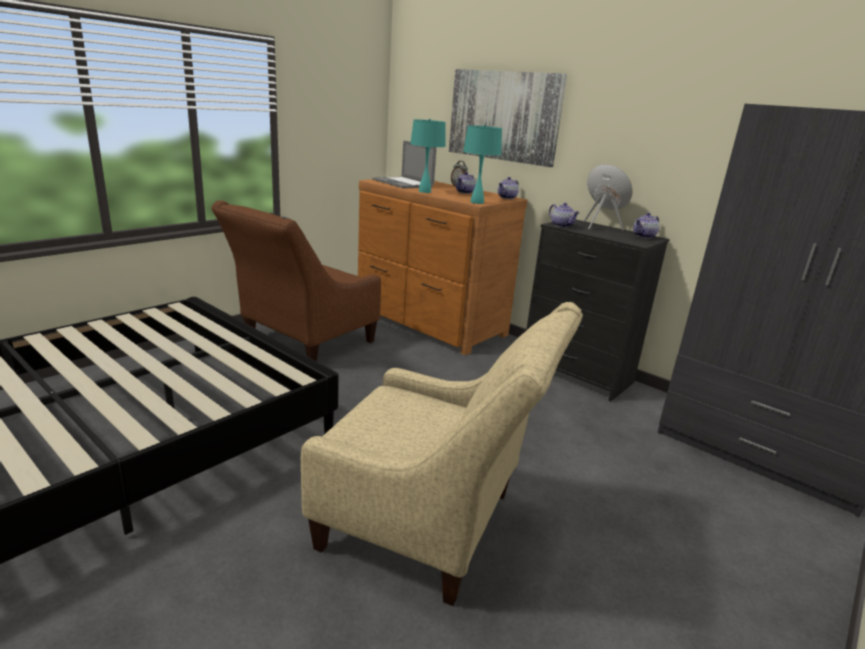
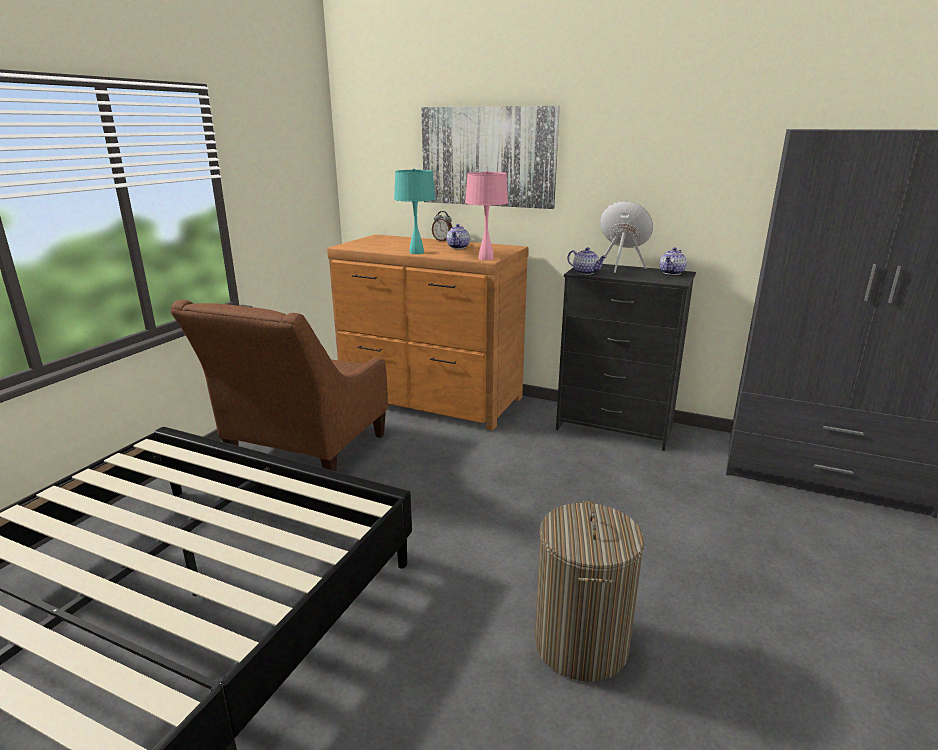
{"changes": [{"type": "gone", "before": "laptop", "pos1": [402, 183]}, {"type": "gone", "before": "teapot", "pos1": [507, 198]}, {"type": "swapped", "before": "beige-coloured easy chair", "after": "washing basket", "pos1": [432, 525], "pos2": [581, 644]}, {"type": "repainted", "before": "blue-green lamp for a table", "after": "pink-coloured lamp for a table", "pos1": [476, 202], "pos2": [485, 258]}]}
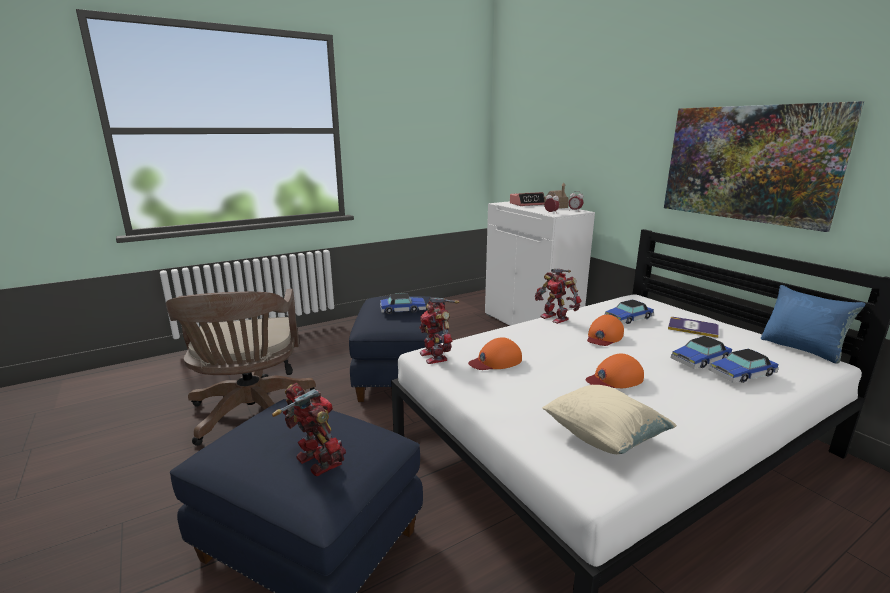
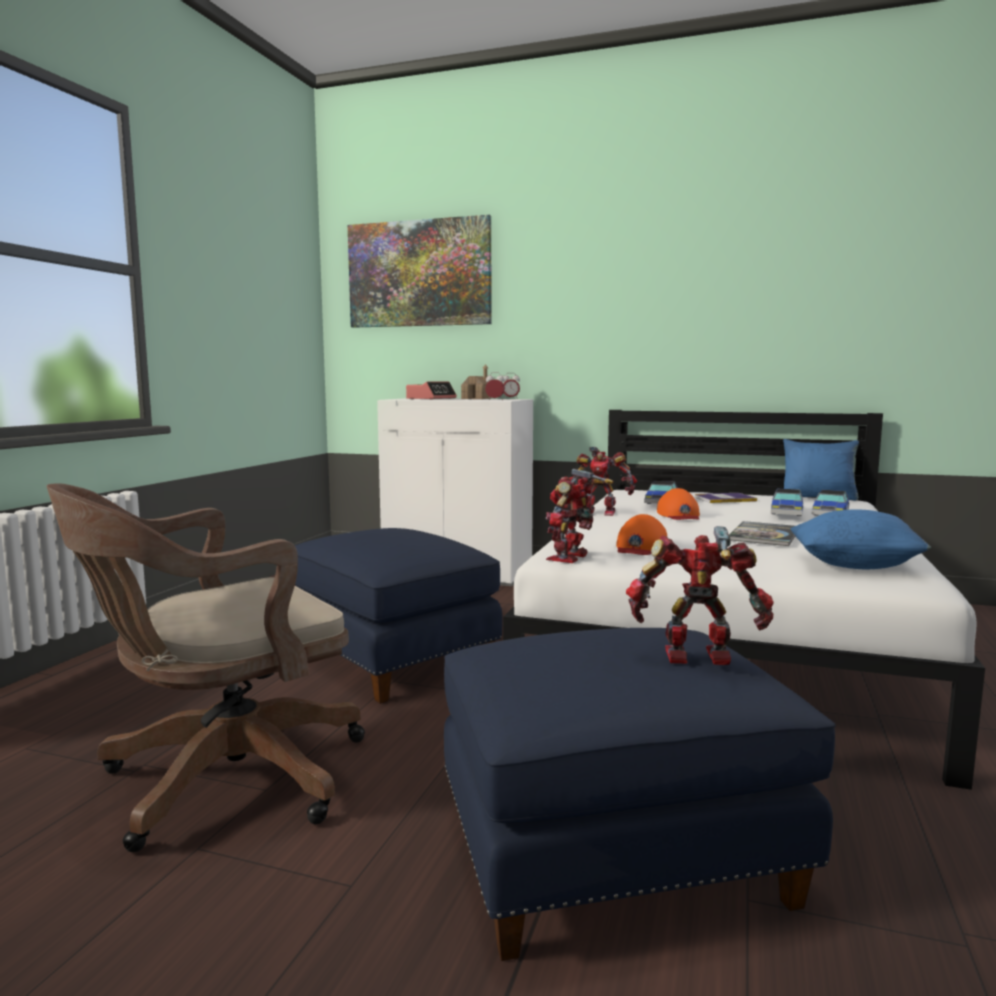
{"changes": [{"type": "gone", "before": "model car", "pos1": [402, 309]}, {"type": "shifted", "before": "wall art", "pos1": [748, 163], "pos2": [419, 274]}, {"type": "swapped", "before": "orange-coloured cap", "after": "volume", "pos1": [614, 379], "pos2": [764, 535]}, {"type": "repainted", "before": "beige-coloured pillow", "after": "blue pillow", "pos1": [603, 437], "pos2": [854, 566]}, {"type": "rotated", "before": "brownish desk chair", "pos1": [251, 415], "pos2": [222, 780], "turn": 105}, {"type": "rotated", "before": "robot figure", "pos1": [435, 356], "pos2": [571, 557], "turn": 90}]}
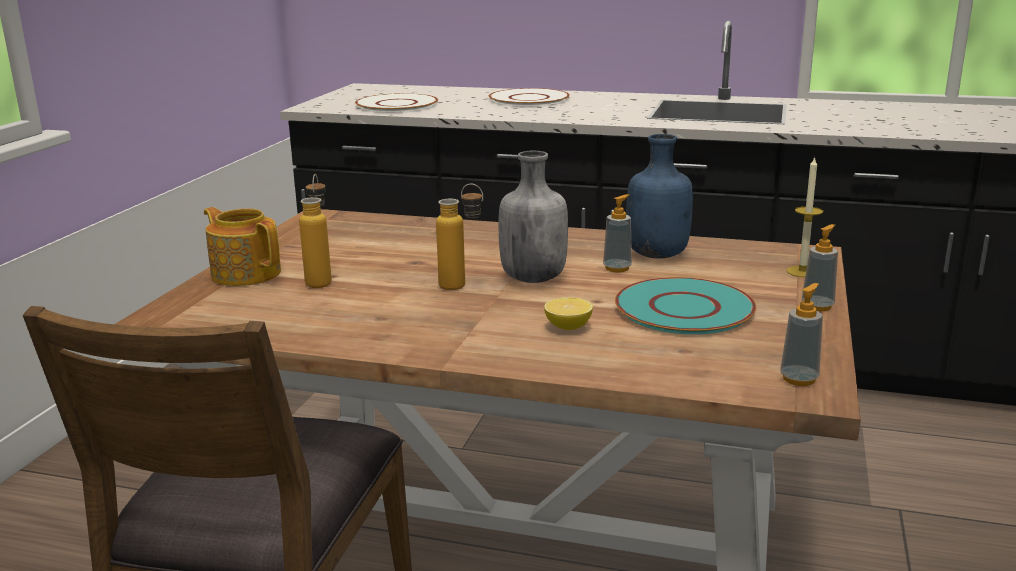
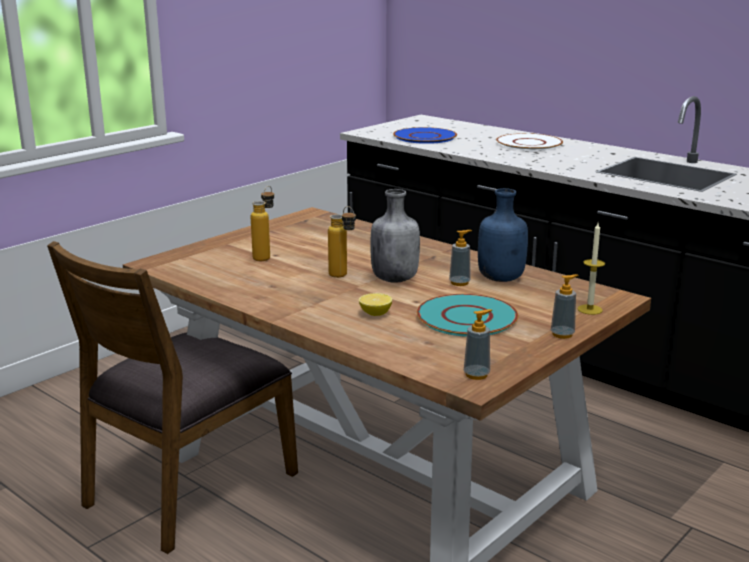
{"changes": [{"type": "gone", "before": "teapot", "pos1": [246, 273]}, {"type": "repainted", "before": "whitish plate", "after": "blue plate", "pos1": [396, 104], "pos2": [424, 137]}]}
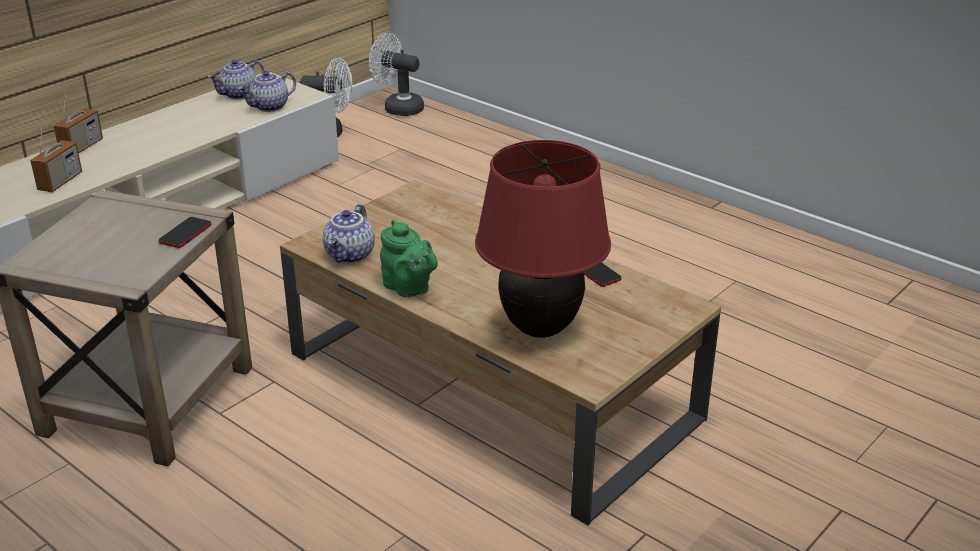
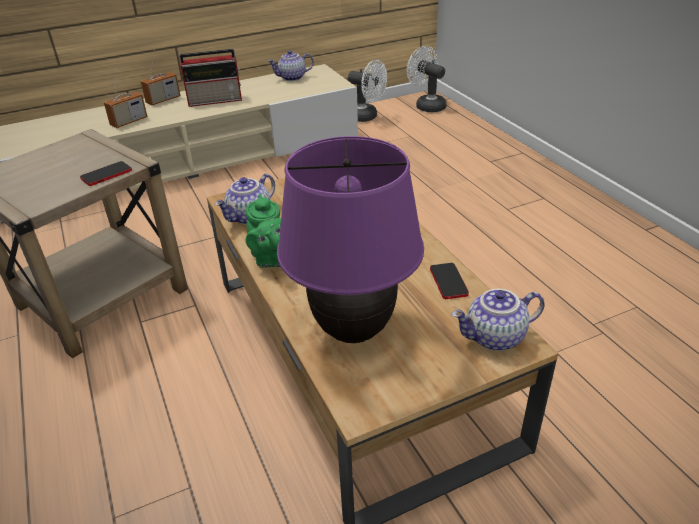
{"changes": [{"type": "new", "after": "radio receiver", "pos2": [216, 100]}, {"type": "shifted", "before": "teapot", "pos1": [270, 107], "pos2": [495, 338]}, {"type": "repainted", "before": "reddish lamp for a table", "after": "purple-coloured lamp for a table", "pos1": [539, 328], "pos2": [353, 330]}]}
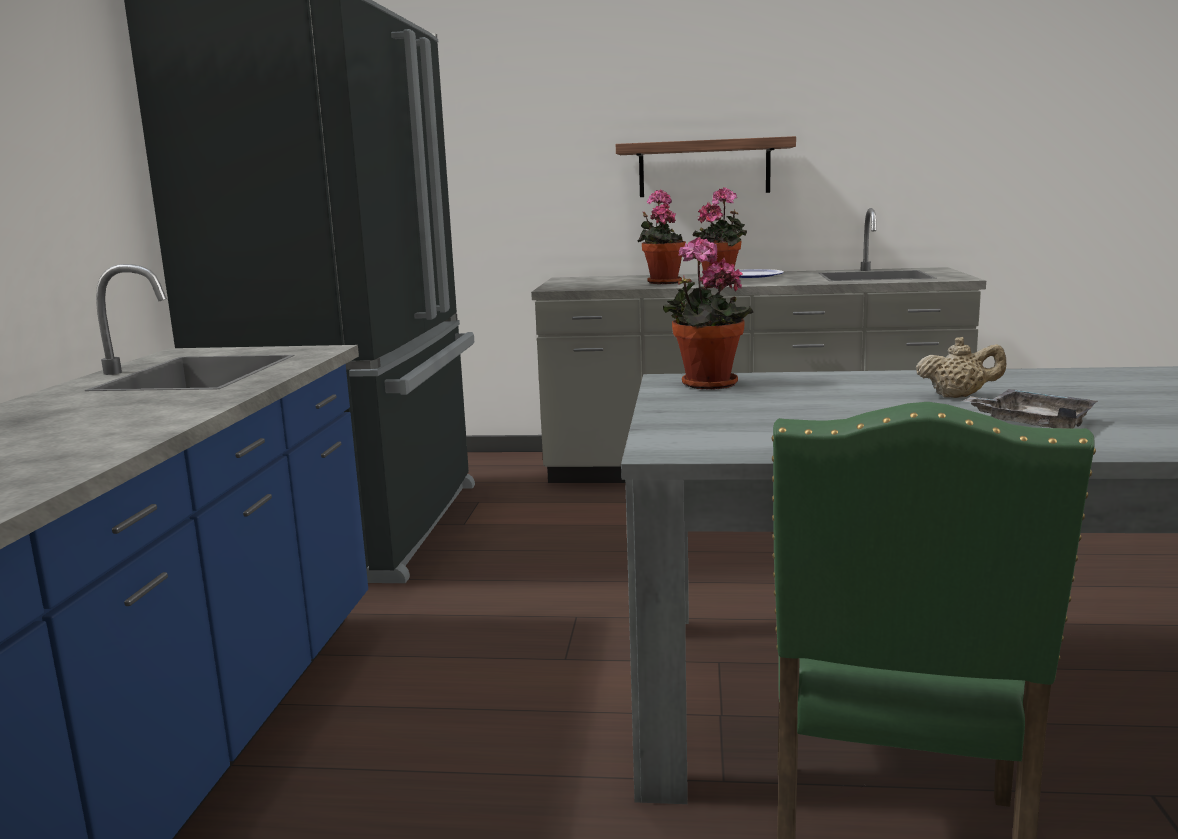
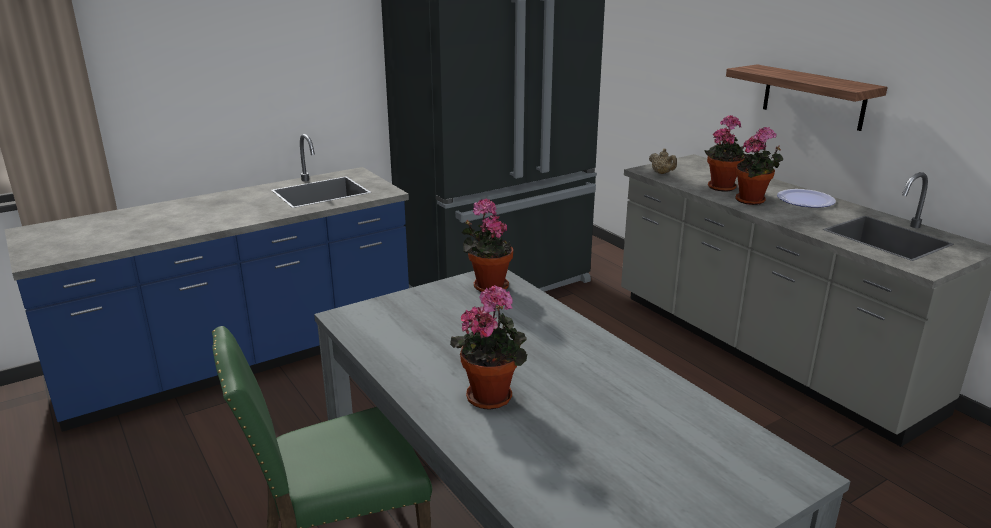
{"changes": [{"type": "shifted", "before": "beige-coloured teapot", "pos1": [958, 396], "pos2": [662, 173]}, {"type": "swapped", "before": "grey tray", "after": "plant in a pot", "pos1": [1032, 423], "pos2": [492, 395]}]}
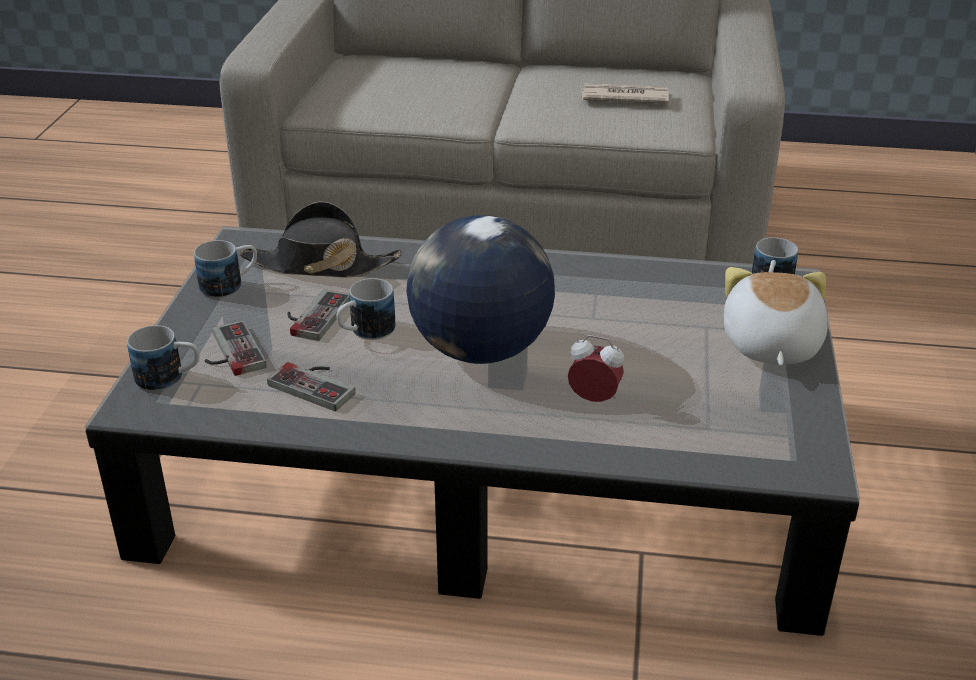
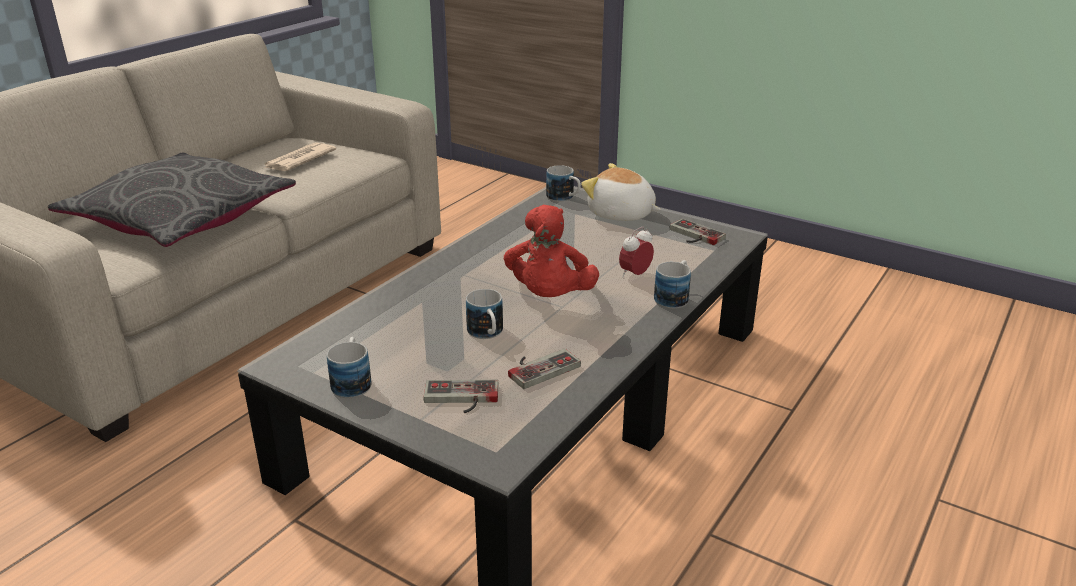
{"changes": [{"type": "gone", "before": "blackish wearable hat", "pos1": [320, 265]}, {"type": "new", "after": "grey pillow", "pos2": [180, 218]}, {"type": "shifted", "before": "mug", "pos1": [169, 378], "pos2": [674, 297]}, {"type": "shifted", "before": "game controller", "pos1": [312, 315], "pos2": [693, 236]}, {"type": "swapped", "before": "globe", "after": "reddish soft toy", "pos1": [480, 350], "pos2": [549, 297]}]}
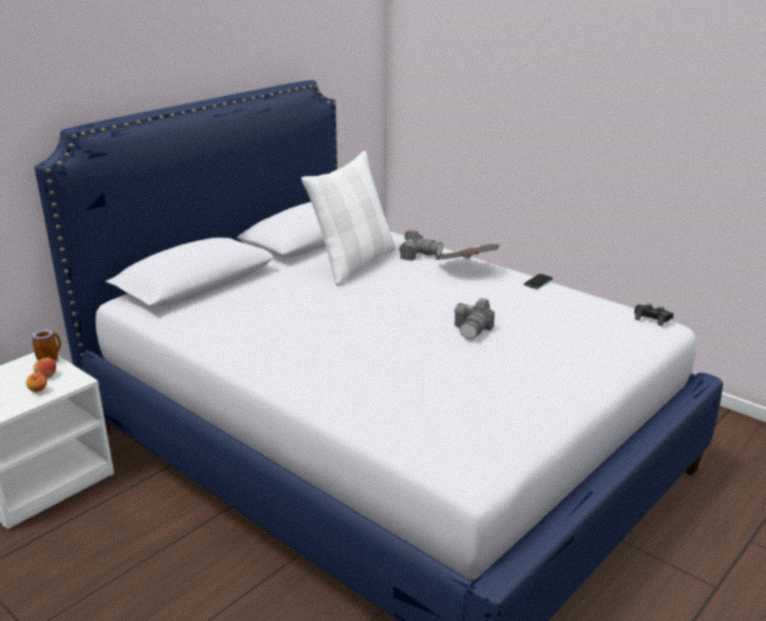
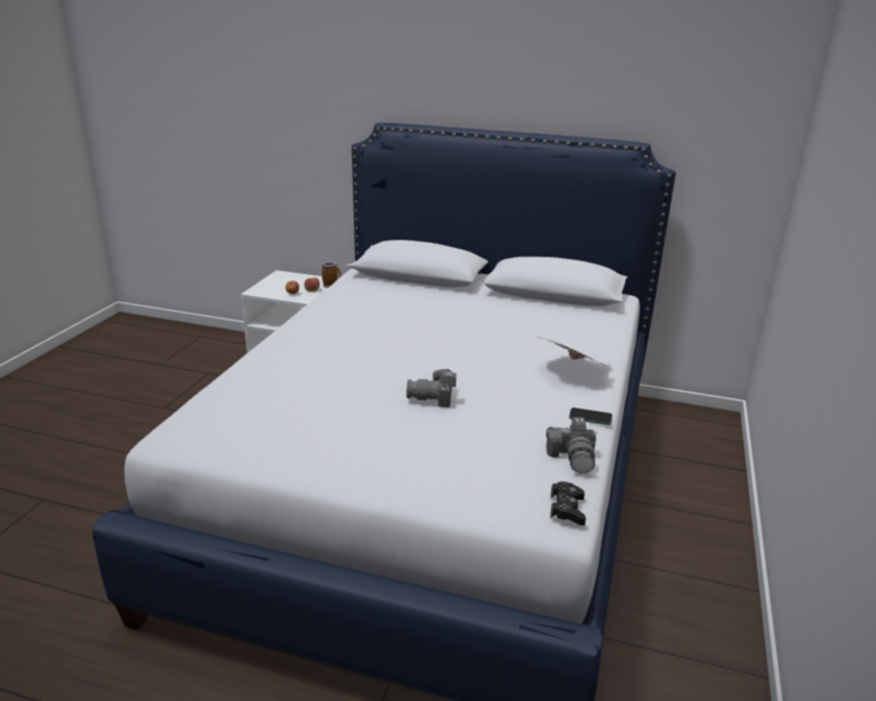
{"changes": [{"type": "gone", "before": "whitish pillow", "pos1": [354, 263]}, {"type": "shifted", "before": "photo camera", "pos1": [419, 254], "pos2": [573, 457]}]}
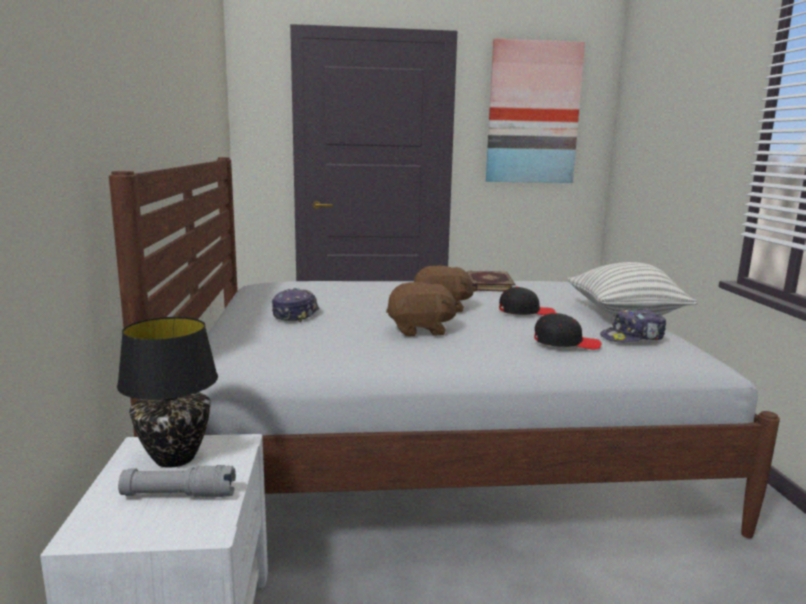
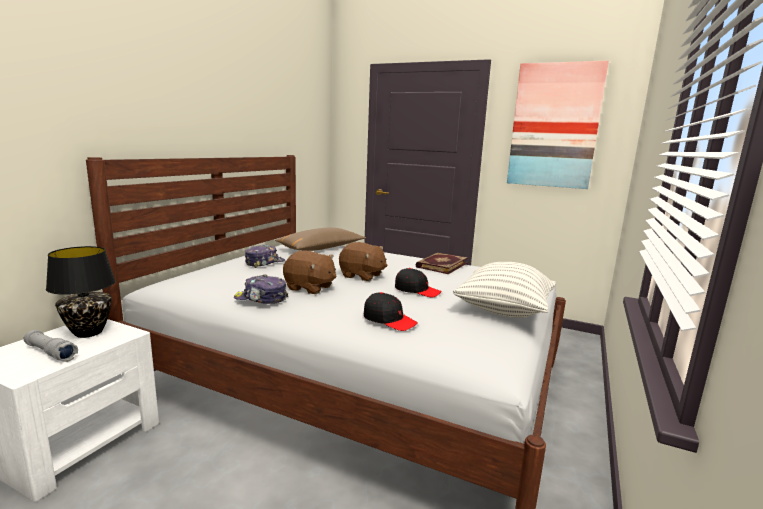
{"changes": [{"type": "new", "after": "brownish pillow", "pos2": [321, 248]}, {"type": "shifted", "before": "cap", "pos1": [633, 338], "pos2": [261, 299]}]}
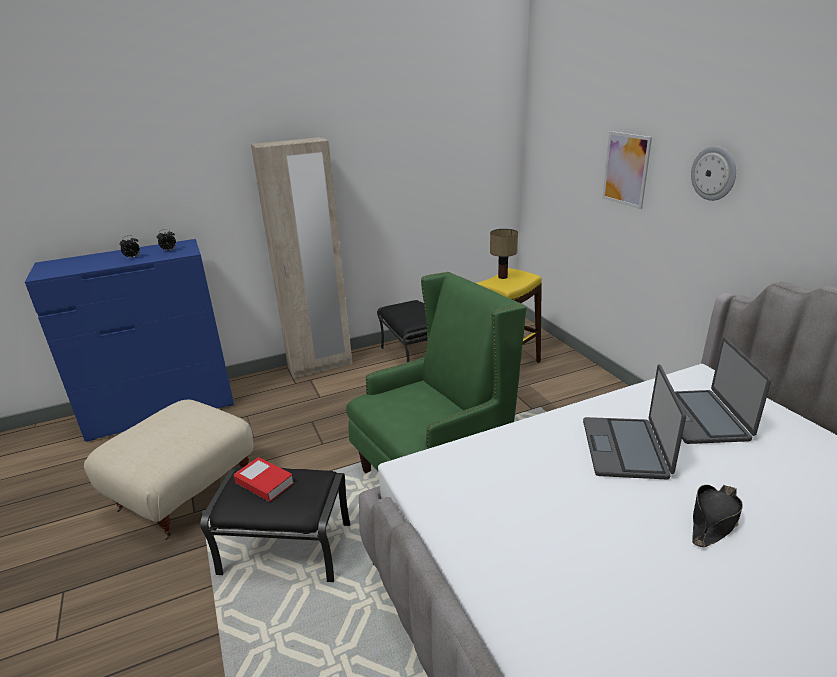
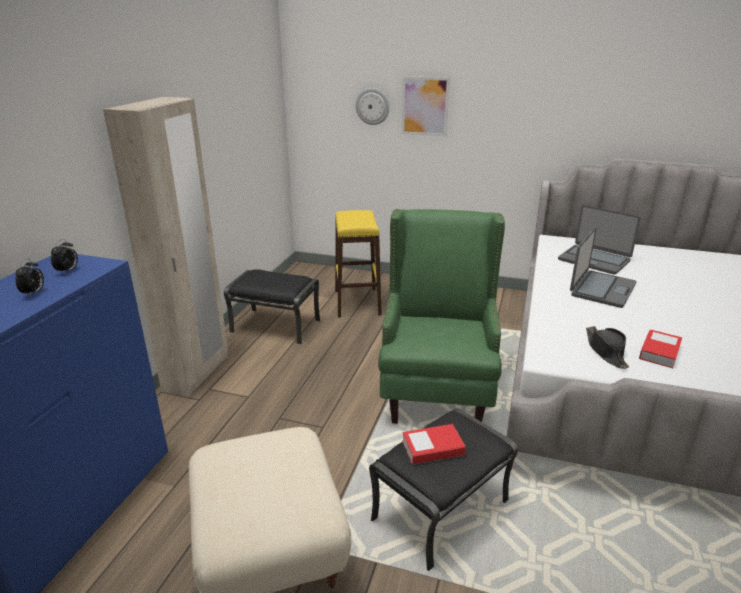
{"changes": [{"type": "gone", "before": "lamp for a table", "pos1": [502, 277]}, {"type": "new", "after": "volume", "pos2": [659, 352]}, {"type": "shifted", "before": "wall clock", "pos1": [714, 173], "pos2": [372, 106]}, {"type": "shifted", "before": "blackish wearable hat", "pos1": [713, 520], "pos2": [605, 351]}, {"type": "rotated", "before": "laptop", "pos1": [626, 448], "pos2": [601, 289], "turn": -105}]}
